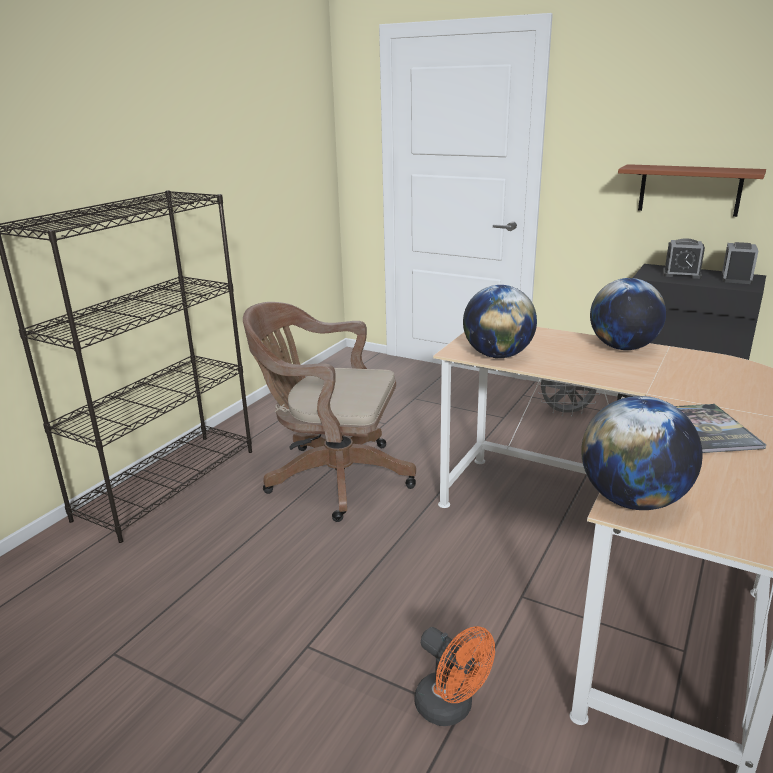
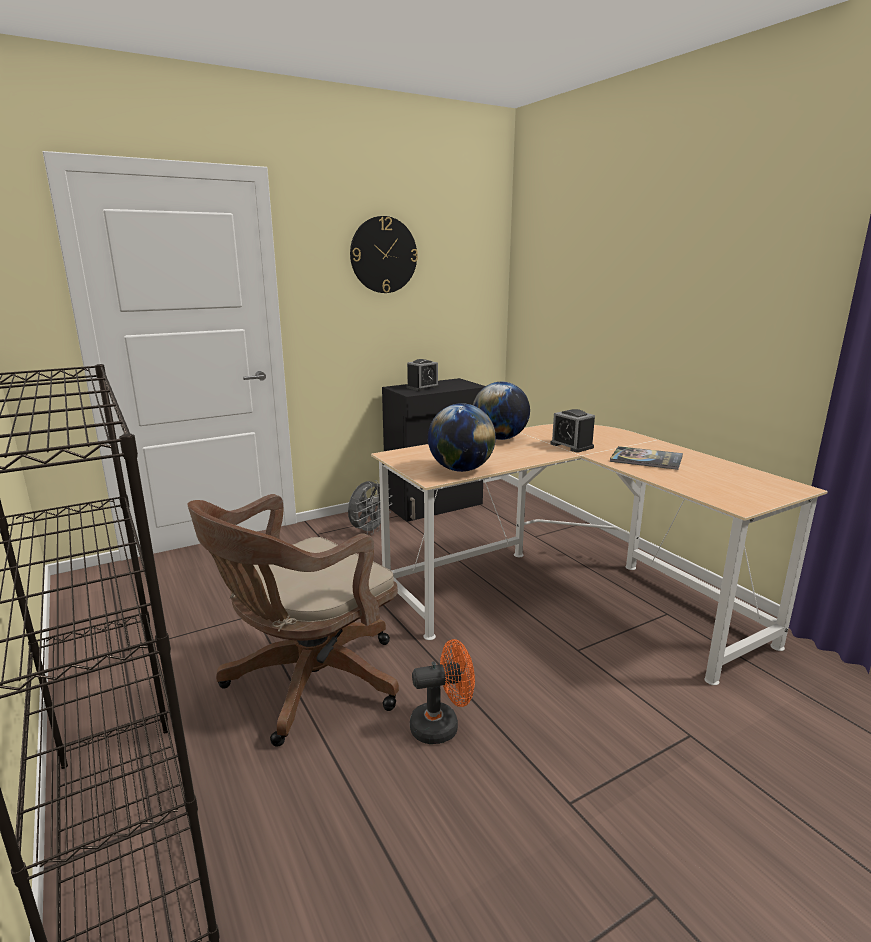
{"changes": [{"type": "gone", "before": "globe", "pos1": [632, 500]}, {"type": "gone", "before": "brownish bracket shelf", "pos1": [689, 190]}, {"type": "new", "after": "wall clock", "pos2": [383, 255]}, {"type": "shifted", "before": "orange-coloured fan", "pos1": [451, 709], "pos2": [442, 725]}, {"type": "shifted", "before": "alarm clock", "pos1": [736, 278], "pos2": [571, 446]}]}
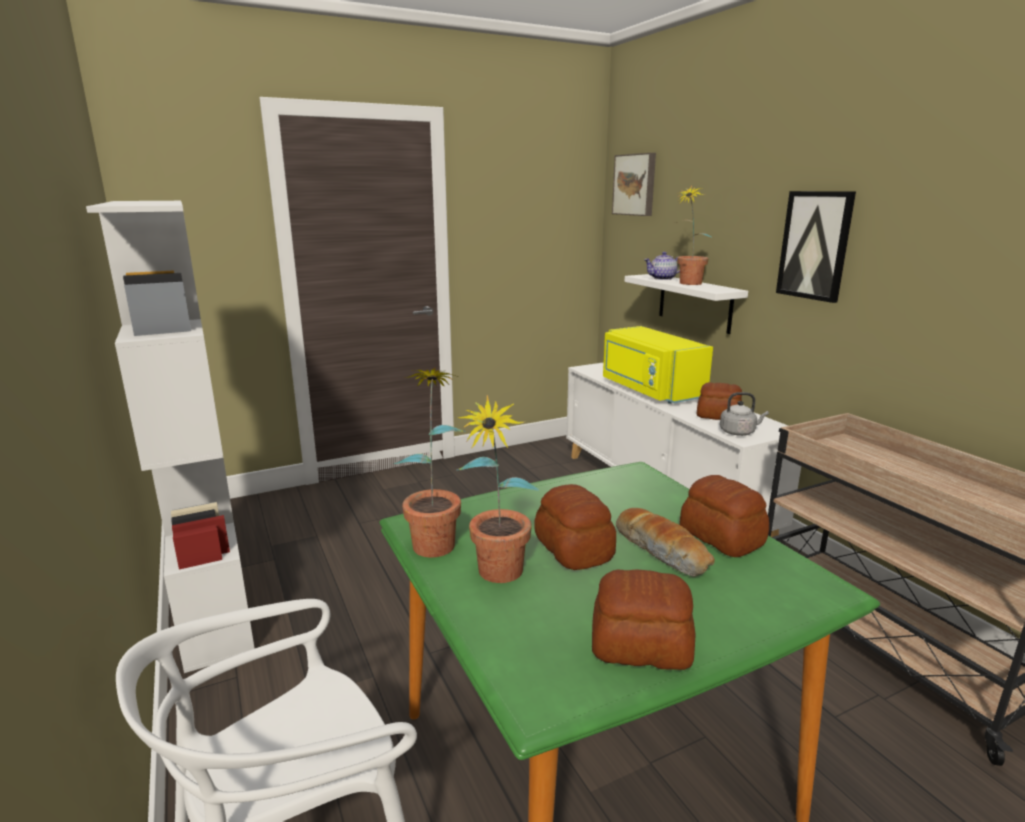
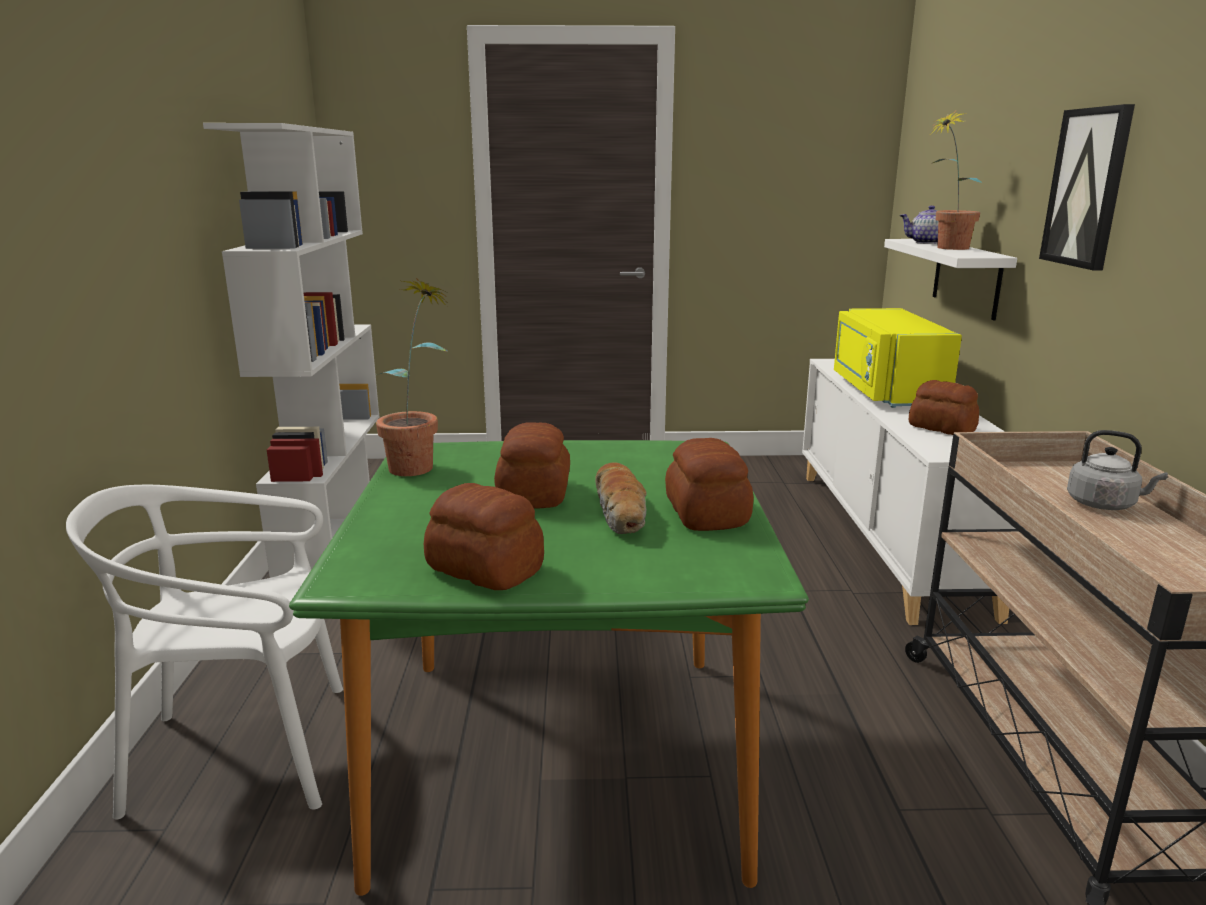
{"changes": [{"type": "gone", "before": "plant in a pot", "pos1": [497, 578]}, {"type": "gone", "before": "wall art", "pos1": [635, 185]}, {"type": "shifted", "before": "grey water kettle", "pos1": [739, 432], "pos2": [1104, 504]}]}
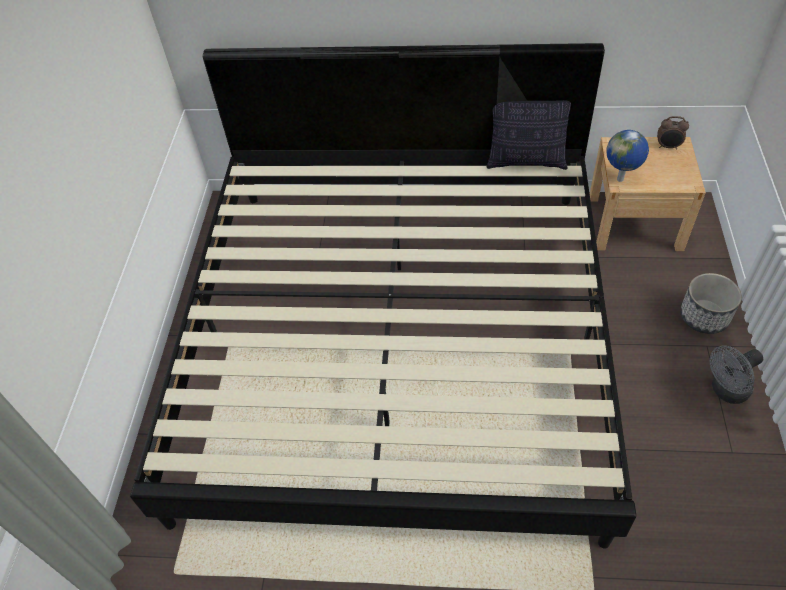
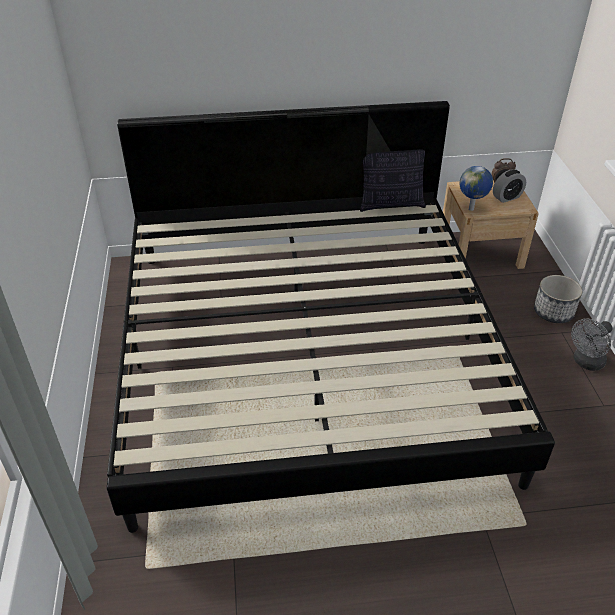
{"changes": [{"type": "new", "after": "alarm clock", "pos2": [507, 197]}]}
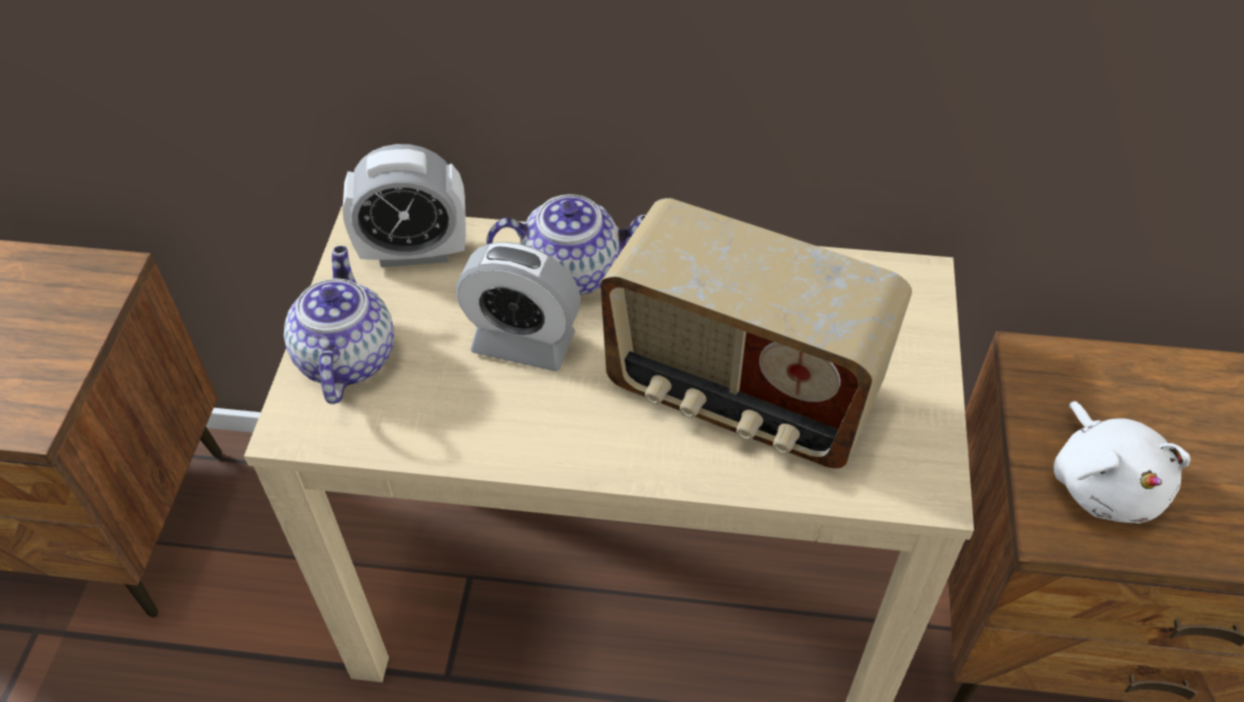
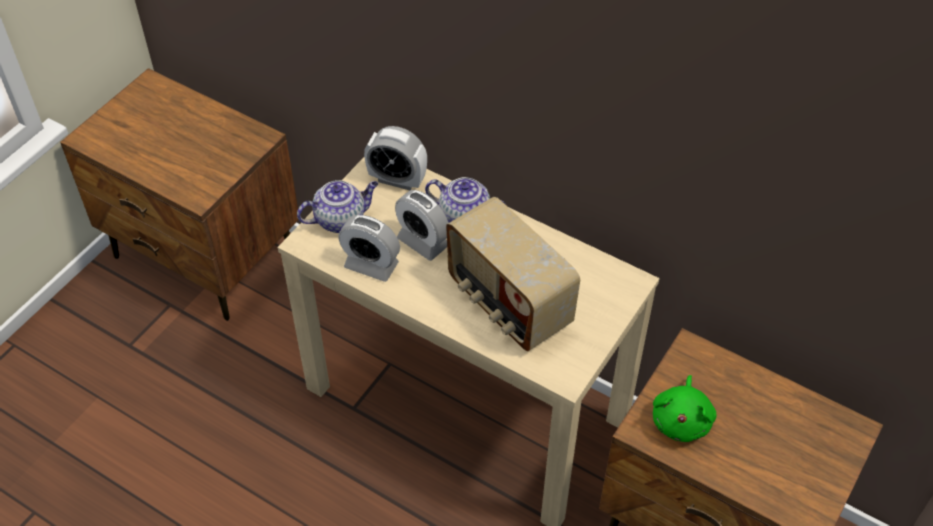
{"changes": [{"type": "new", "after": "alarm clock", "pos2": [371, 265]}, {"type": "repainted", "before": "whitish soft toy", "after": "green soft toy", "pos1": [1104, 483], "pos2": [681, 420]}, {"type": "rotated", "before": "teapot", "pos1": [346, 357], "pos2": [341, 219], "turn": 45}]}
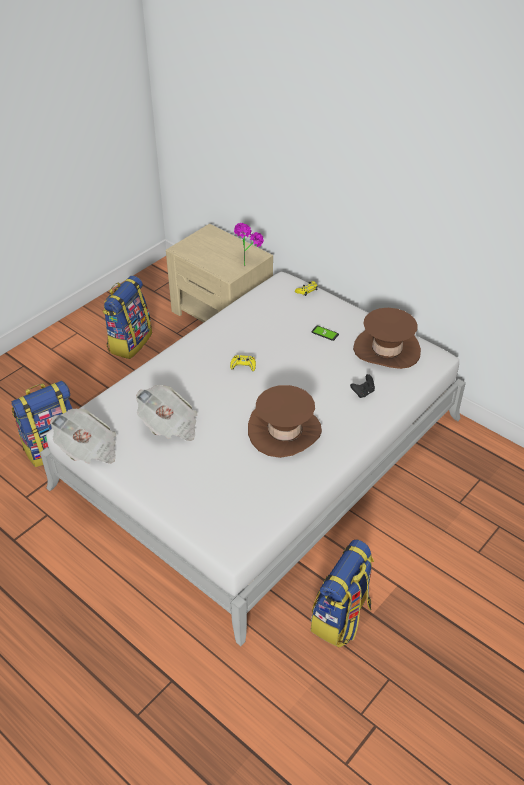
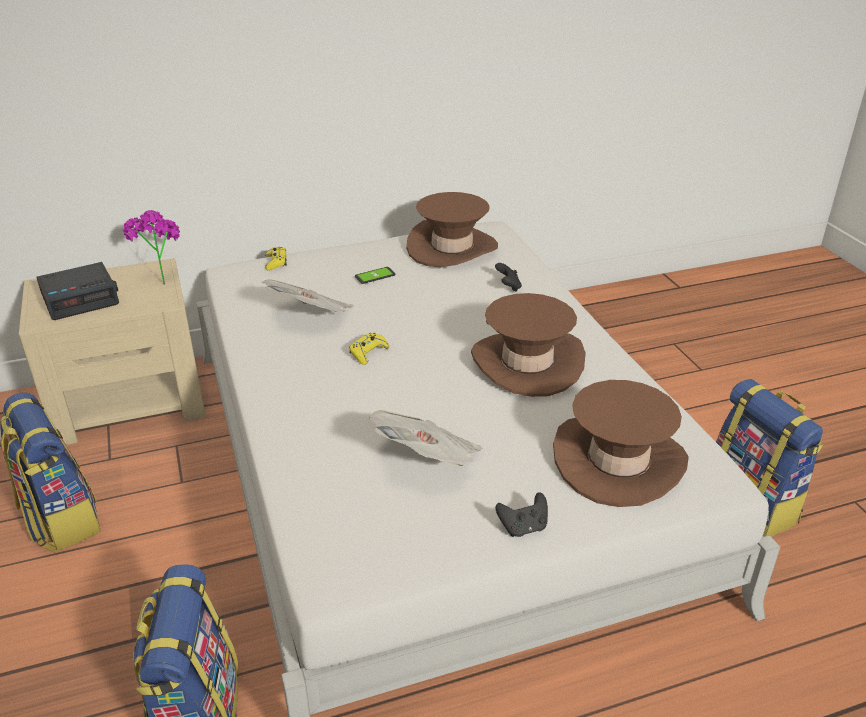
{"changes": [{"type": "new", "after": "alarm clock", "pos2": [80, 298]}, {"type": "new", "after": "blackish game controller", "pos2": [523, 527]}, {"type": "new", "after": "brownish wearable hat", "pos2": [618, 462]}, {"type": "shifted", "before": "printed paper", "pos1": [88, 449], "pos2": [311, 316]}]}
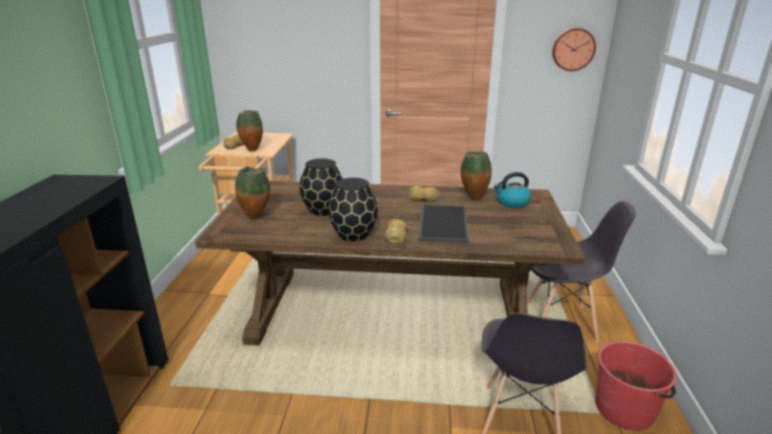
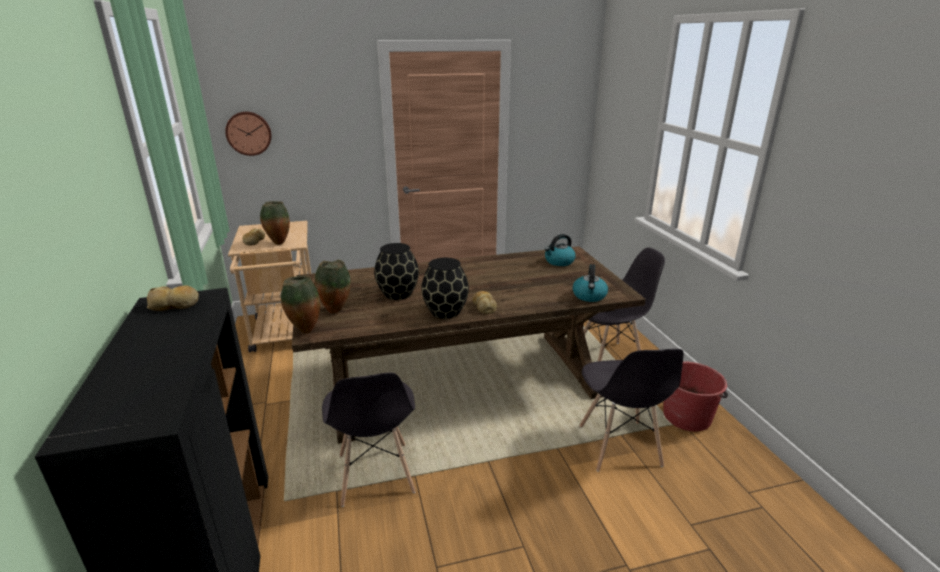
{"changes": [{"type": "gone", "before": "tray", "pos1": [442, 223]}, {"type": "new", "after": "grey chair", "pos2": [375, 474]}, {"type": "new", "after": "water kettle", "pos2": [589, 296]}, {"type": "shifted", "before": "baked bread", "pos1": [423, 198], "pos2": [175, 305]}, {"type": "shifted", "before": "vase", "pos1": [473, 198], "pos2": [304, 331]}, {"type": "shifted", "before": "wall clock", "pos1": [573, 49], "pos2": [249, 133]}]}
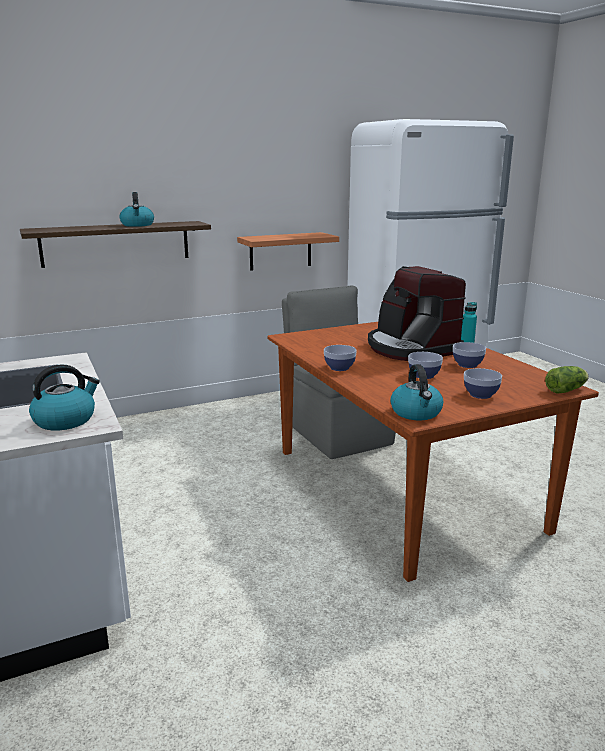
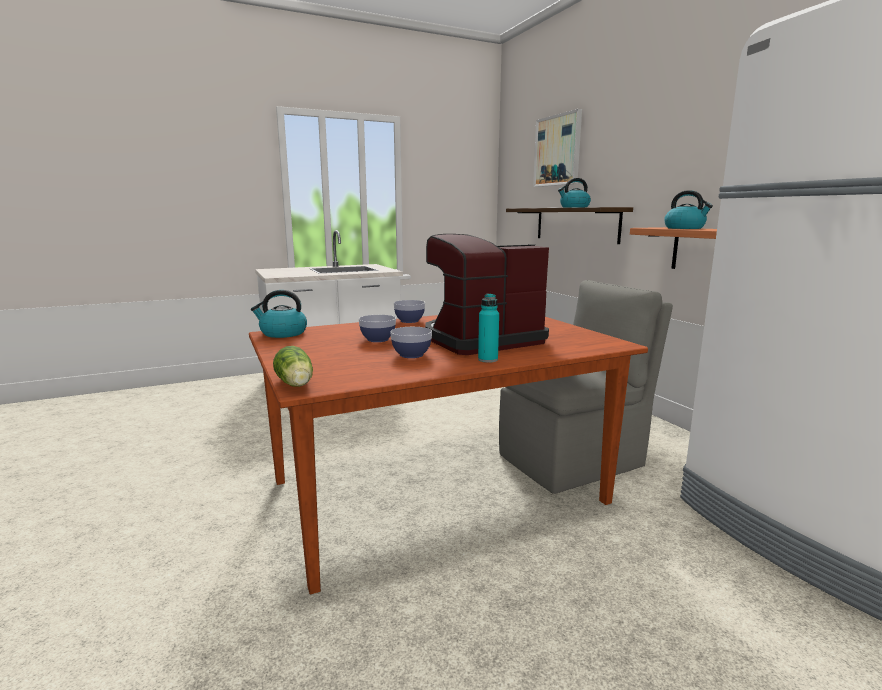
{"changes": [{"type": "gone", "before": "serving bowl", "pos1": [480, 394]}, {"type": "new", "after": "wall art", "pos2": [557, 150]}, {"type": "shifted", "before": "water kettle", "pos1": [65, 420], "pos2": [685, 228]}]}
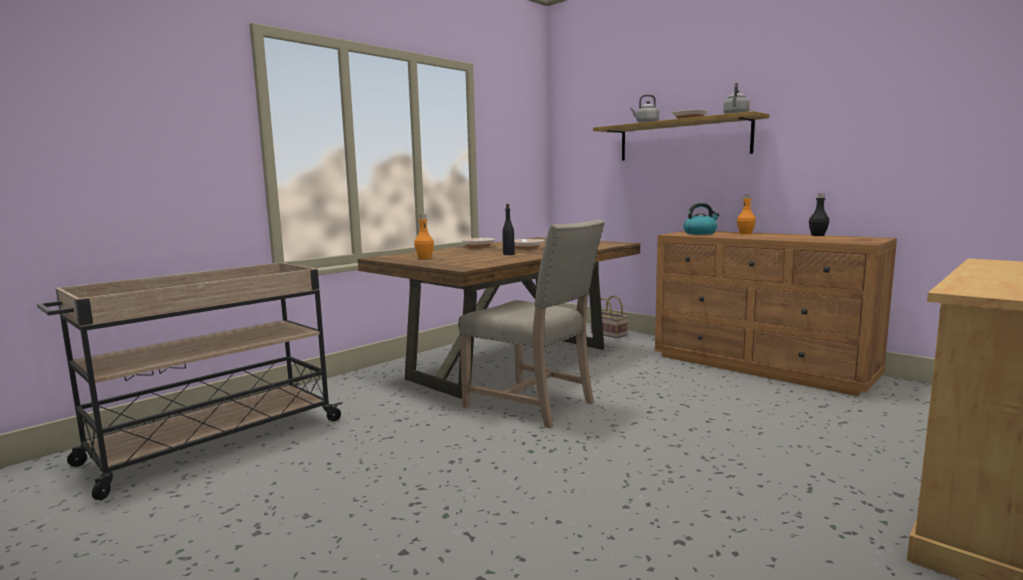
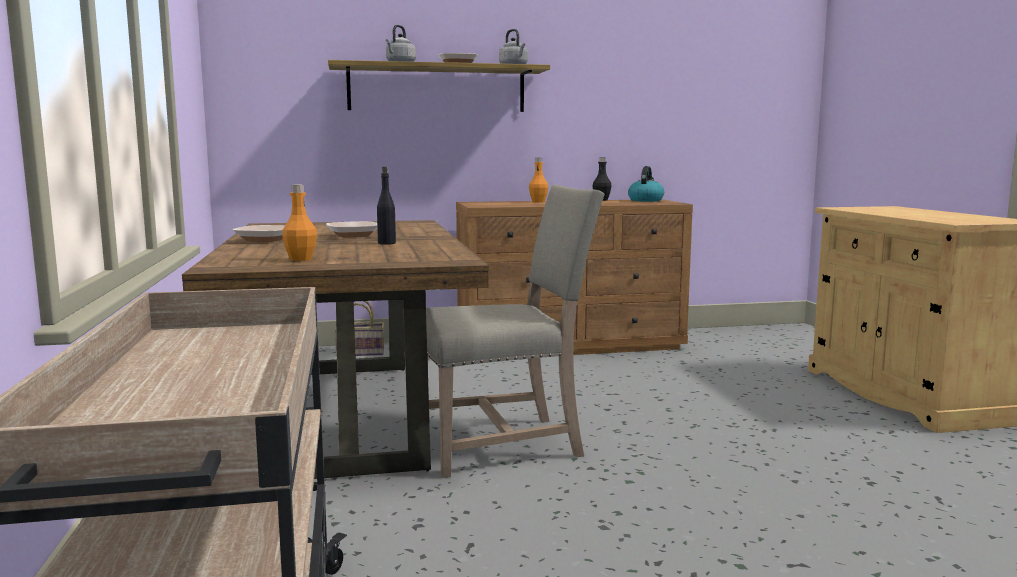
{"changes": [{"type": "shifted", "before": "water kettle", "pos1": [700, 233], "pos2": [645, 200]}]}
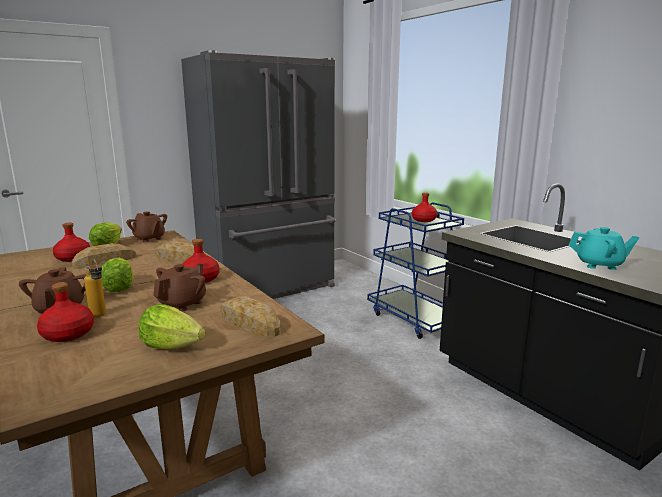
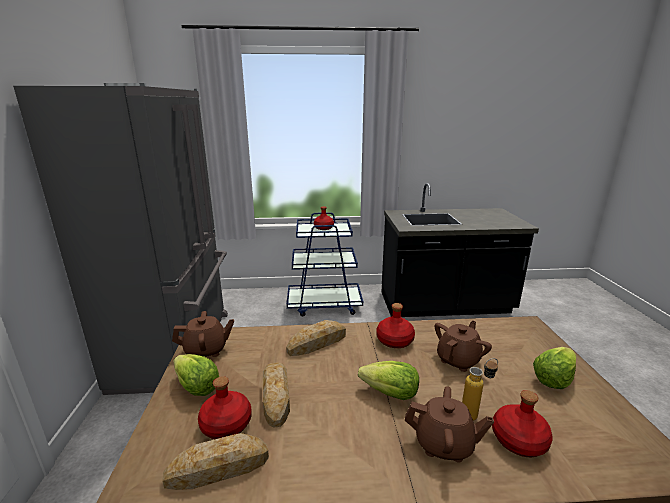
{"changes": [{"type": "gone", "before": "blue-green teapot", "pos1": [599, 265]}, {"type": "shifted", "before": "baked bread", "pos1": [249, 323], "pos2": [218, 468]}, {"type": "rotated", "before": "brownish teapot", "pos1": [183, 304], "pos2": [458, 360], "turn": 75}]}
